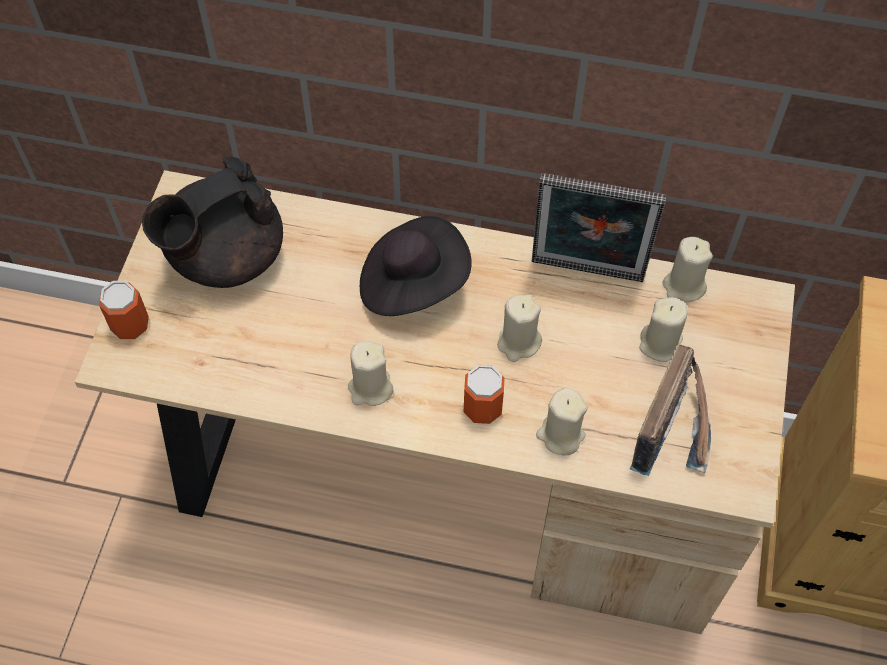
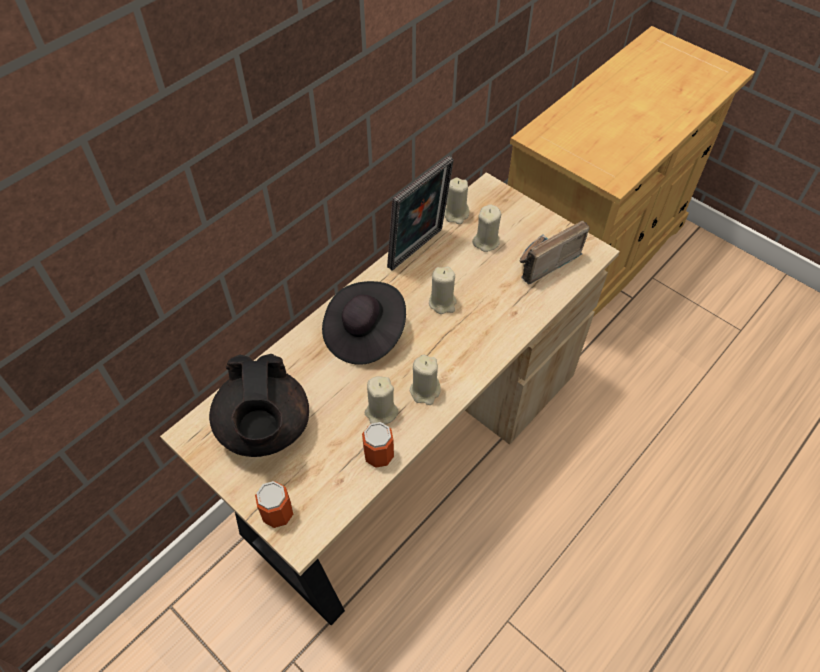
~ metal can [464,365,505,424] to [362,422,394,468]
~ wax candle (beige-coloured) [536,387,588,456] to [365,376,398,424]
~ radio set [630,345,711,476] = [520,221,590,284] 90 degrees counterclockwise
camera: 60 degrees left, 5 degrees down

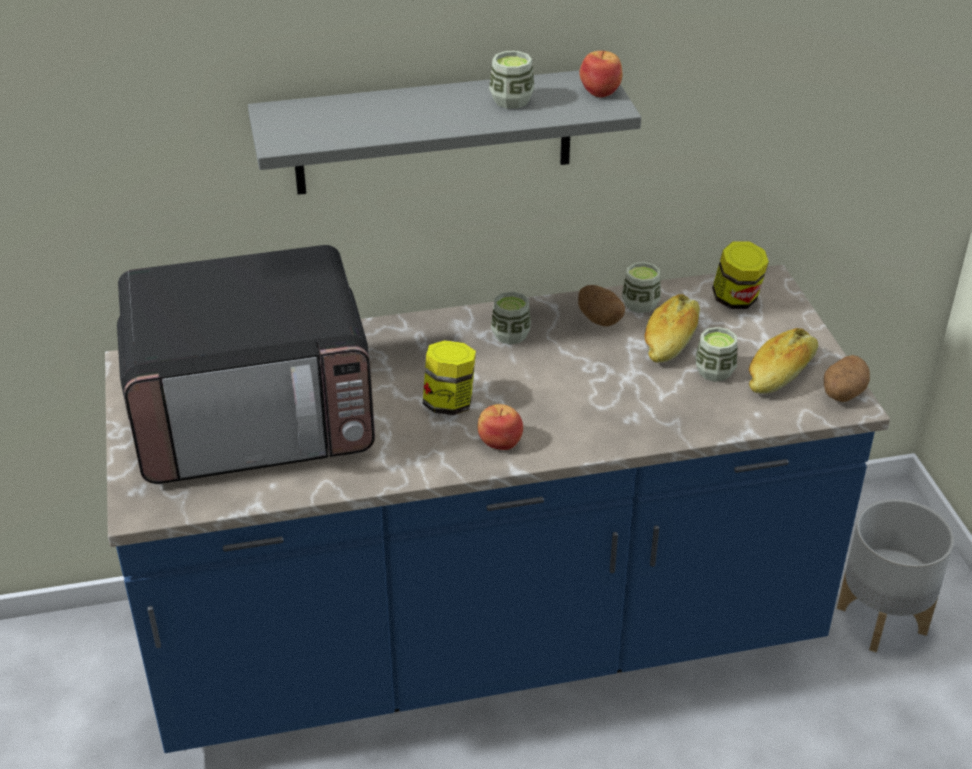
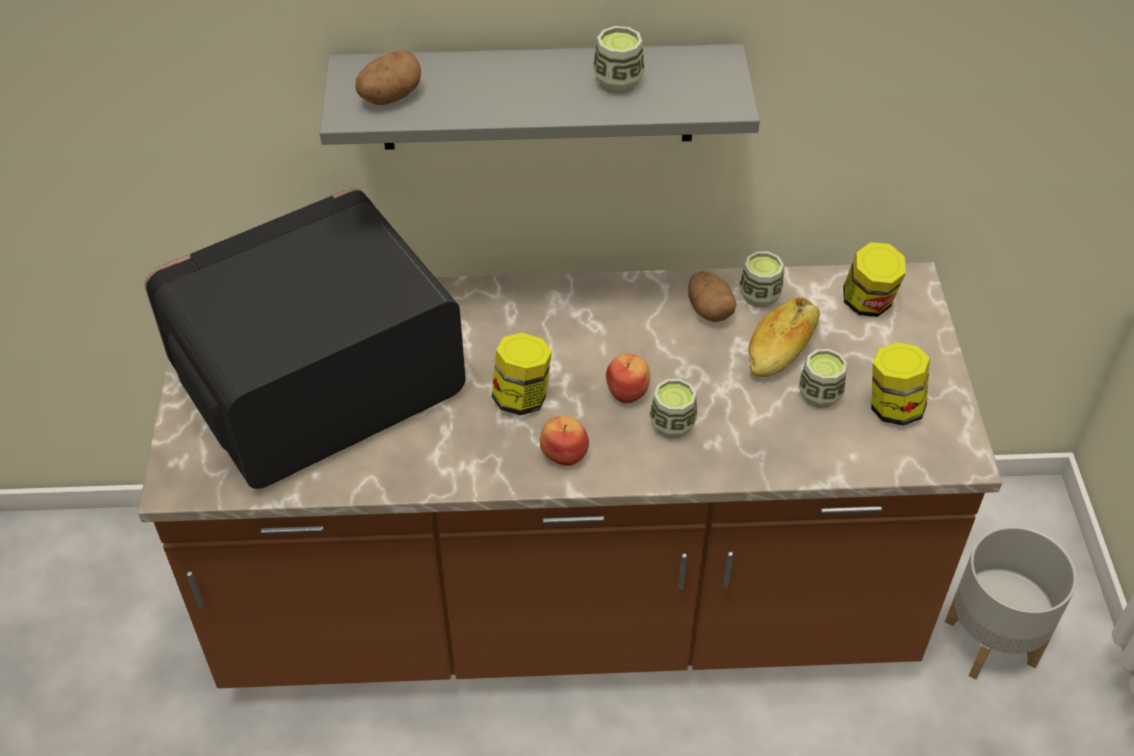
~ drinking cup [491,292,531,345] to [649,379,697,439]
~ apple fruit [579,51,622,97] to [606,354,650,403]
~ spud [824,355,870,402] to [356,50,421,105]
~ bread [749,328,818,394] to preserve jar [871,342,930,426]
~ counter (bluish) [105,265,890,753] to counter (brown) [138,262,1002,688]
~ kitchen microwave [117,245,375,484] = [145,188,465,489] 150 degrees clockwise
camera: 10 degrees right, 10 degrees up

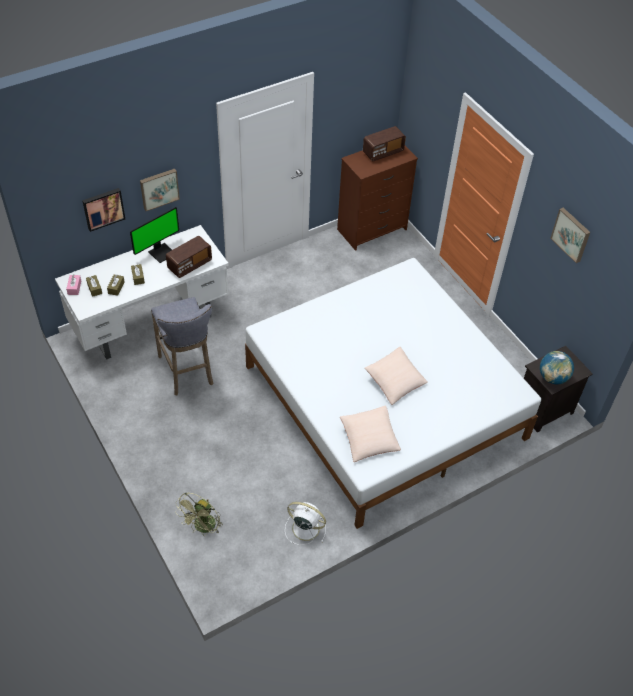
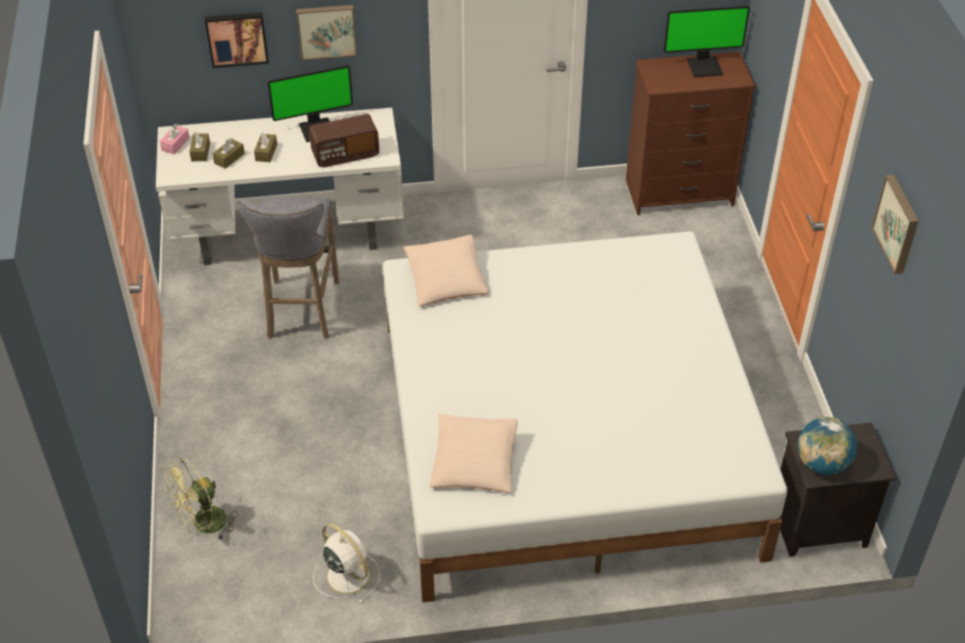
~ throw pillow (beige-coloured) [364,347,428,405] to [403,235,489,307]
~ radio set [363,126,406,161] to computer screen [664,6,750,77]
camera: 25 degrees right, 5 degrees down

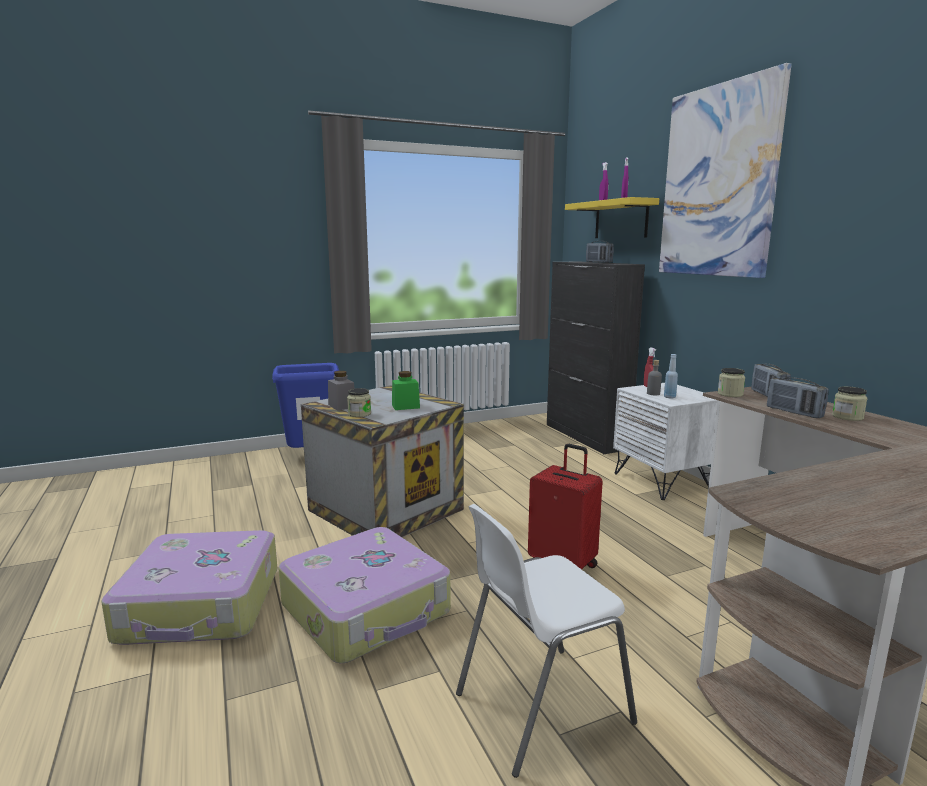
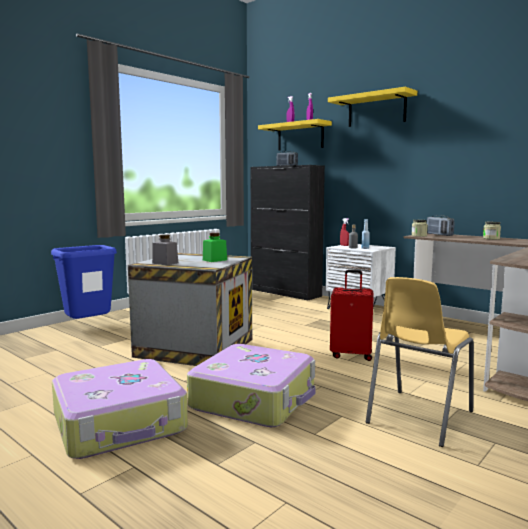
- preserve jar [347,388,371,417]
- radio set [767,377,829,418]
~ picture [659,63,792,278] to wall shelf (yellowish) [328,87,417,127]
~ plain chair (white) [456,504,637,778] to plain chair (yellowish) [366,277,474,447]
camera: 25 degrees left, 5 degrees down

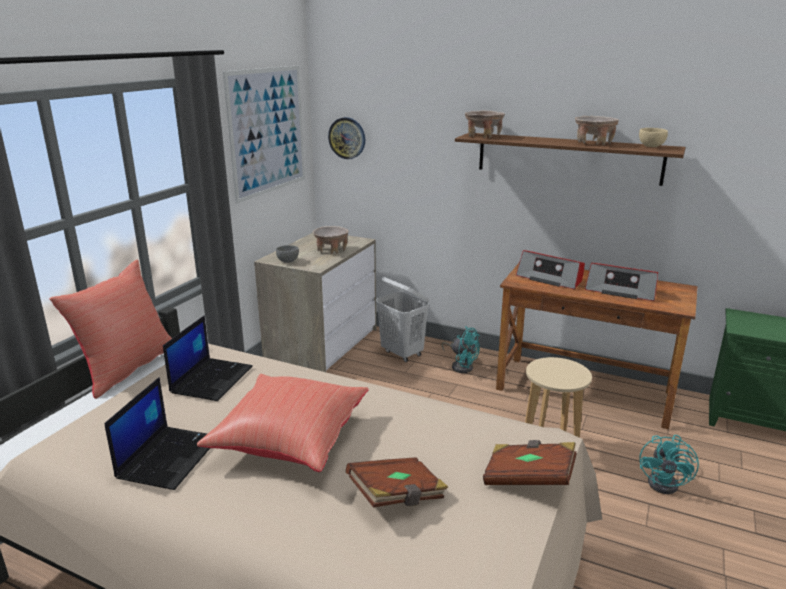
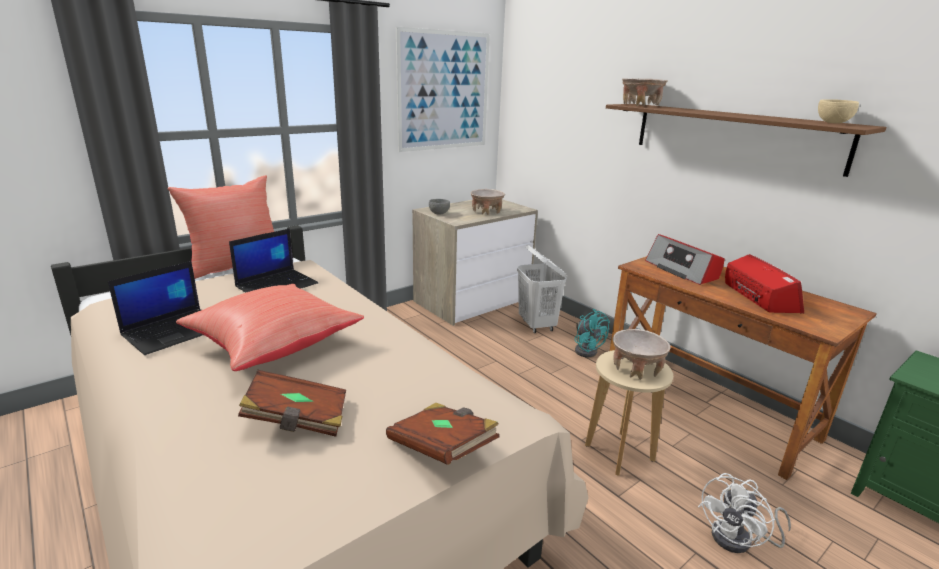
- hanging clock [328,117,365,159]
~ deep dish (beige-coloured) [575,116,619,145] to [613,329,671,380]
~ fan (turquoise-coloured) [639,435,699,494] to fan (white) [698,473,791,553]
~ radio set [585,263,658,301] = [725,254,804,313] 150 degrees counterclockwise
camera: 25 degrees right, 0 degrees up

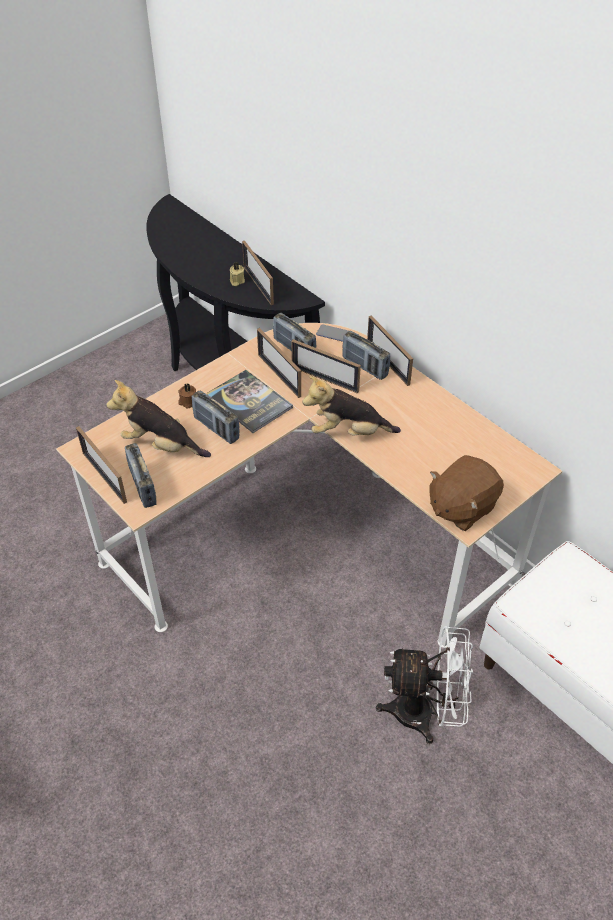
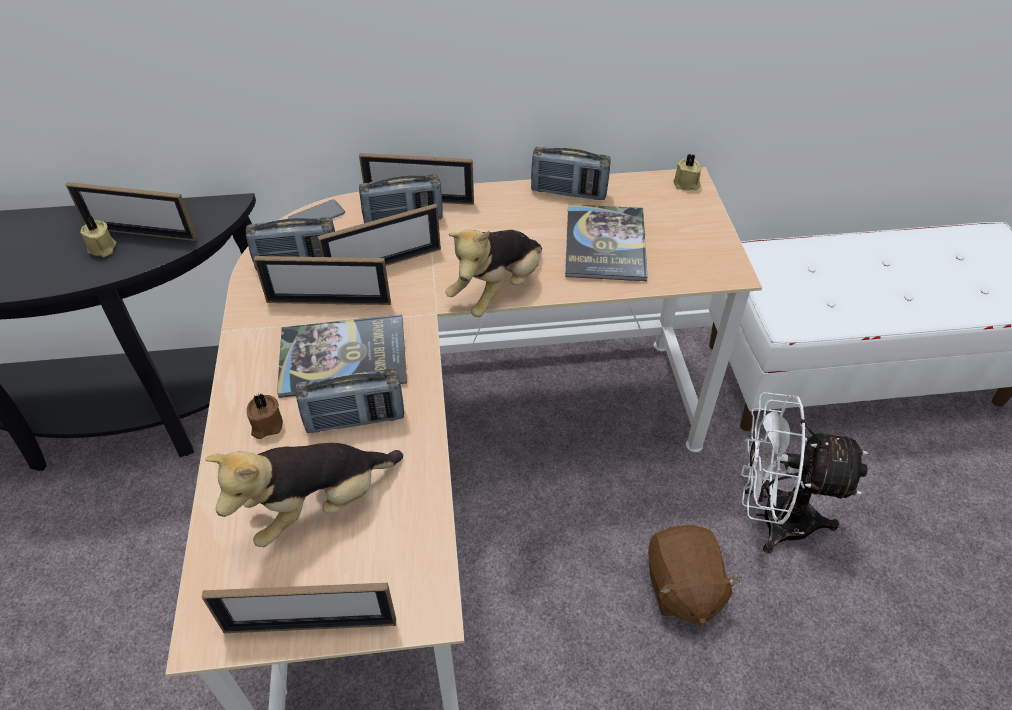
+ book [565,204,648,281]
+ wax candle (beige-coloured) [673,154,701,191]
~ radio set [125,443,157,508] to [531,147,611,200]
~ plush toy (brown) [429,455,504,531] to [648,525,740,626]
~ fan (white) [376,626,473,744] = [741,392,868,554] 120 degrees counterclockwise
camera: 55 degrees left, 0 degrees up

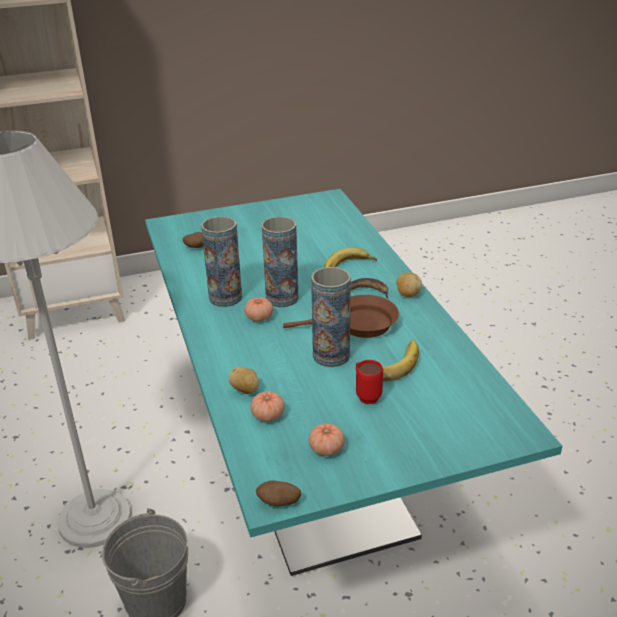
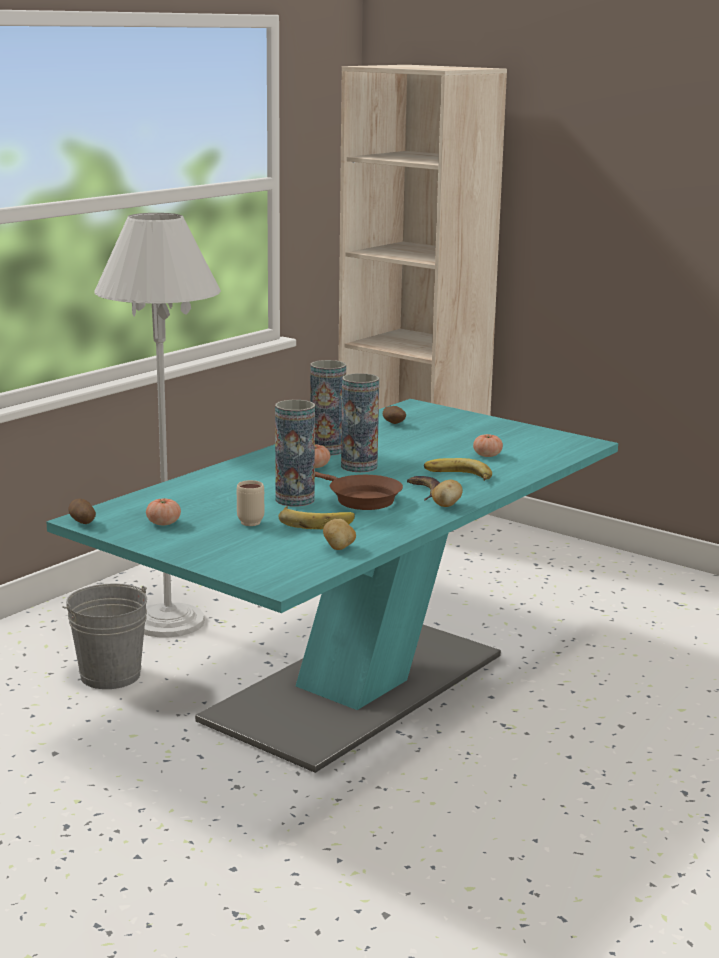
~ spud [229,367,259,394] to [323,519,356,550]
~ fresh tomato [250,391,285,422] to [473,434,503,457]
~ coffee mug (red) [356,360,383,404] to coffee mug (beige-coloured) [237,480,264,526]
camera: 55 degrees right, 15 degrees down

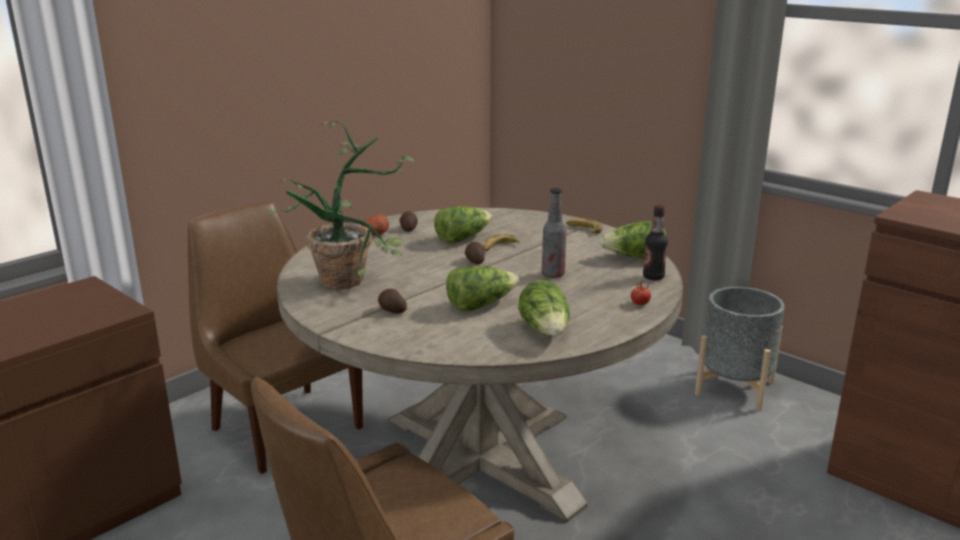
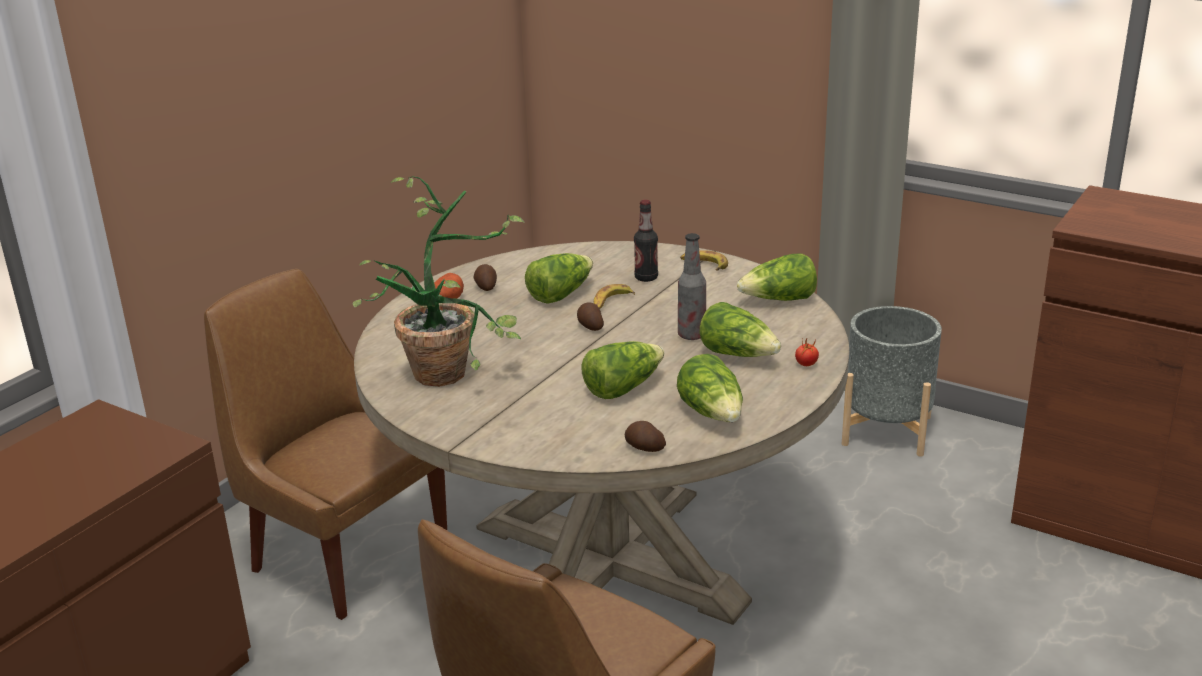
+ head of lettuce [700,302,781,357]
~ spud [378,289,407,314] to [625,421,666,452]
~ beverage bottle [643,205,668,280] to [634,200,658,282]
camera: 10 degrees left, 5 degrees up

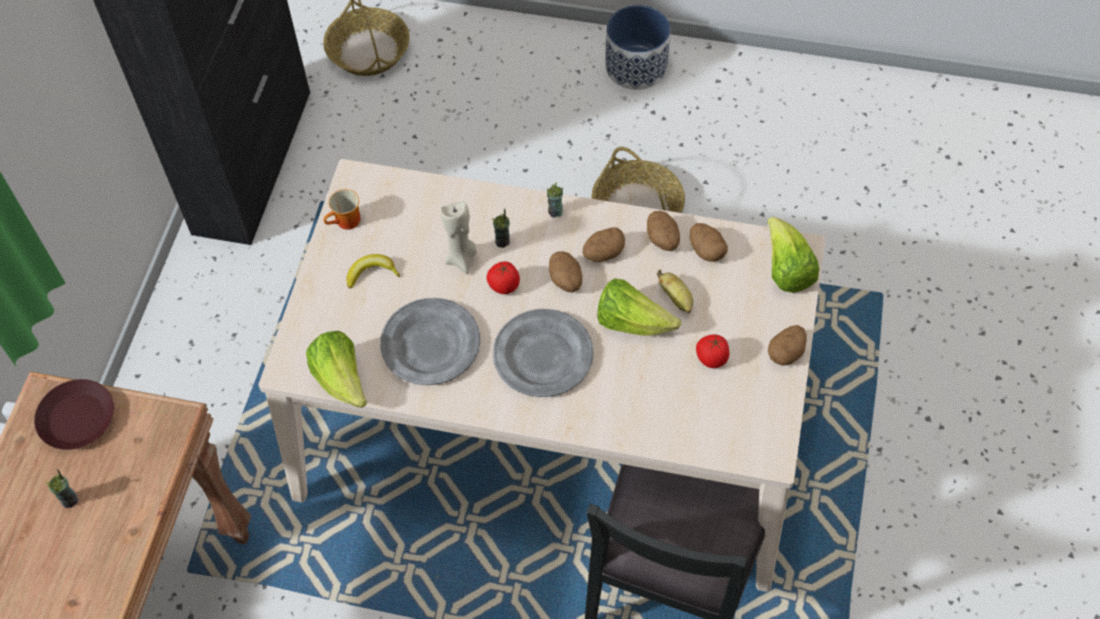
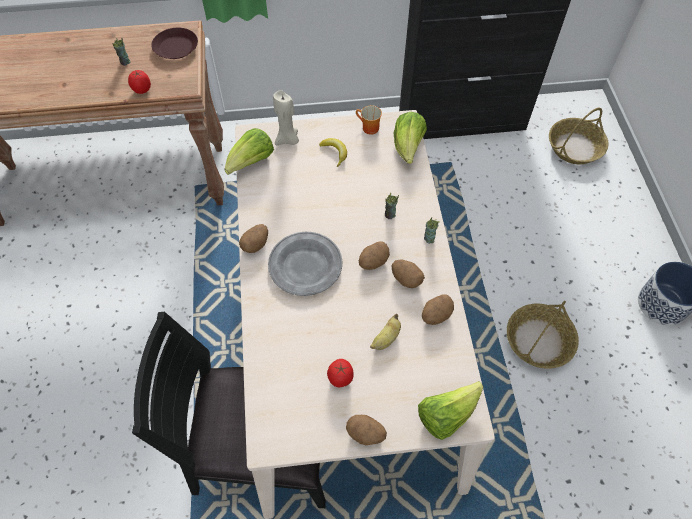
- dinner plate (gray) [380,298,480,385]
~ wax candle (beige-coloured) [440,201,477,274] to [273,90,299,145]
~ fresh tomato [486,262,520,294] to [128,70,151,94]
~ head of lettuce [597,278,681,336] to [393,112,427,164]
~ spud [690,223,728,262] to [239,224,268,253]
camera: 70 degrees right, 0 degrees up

